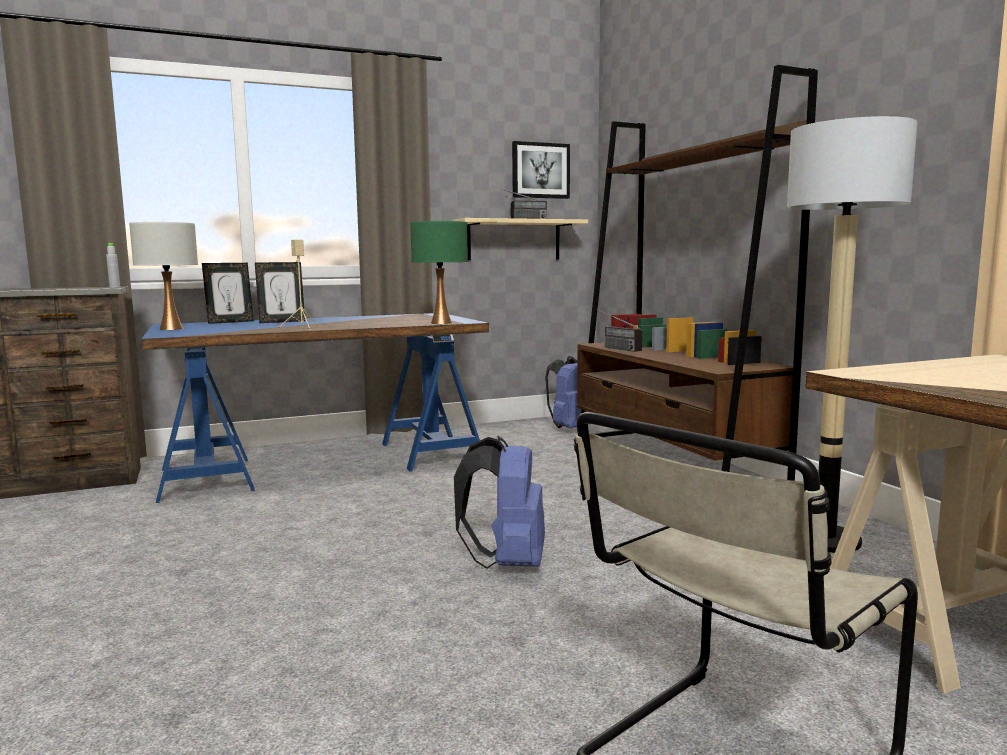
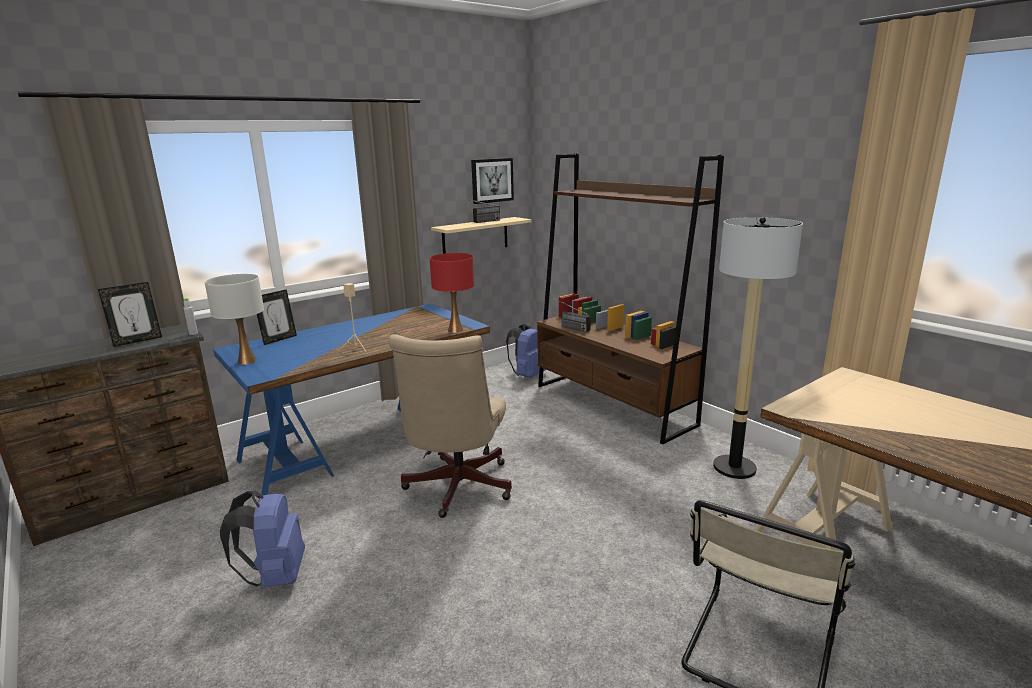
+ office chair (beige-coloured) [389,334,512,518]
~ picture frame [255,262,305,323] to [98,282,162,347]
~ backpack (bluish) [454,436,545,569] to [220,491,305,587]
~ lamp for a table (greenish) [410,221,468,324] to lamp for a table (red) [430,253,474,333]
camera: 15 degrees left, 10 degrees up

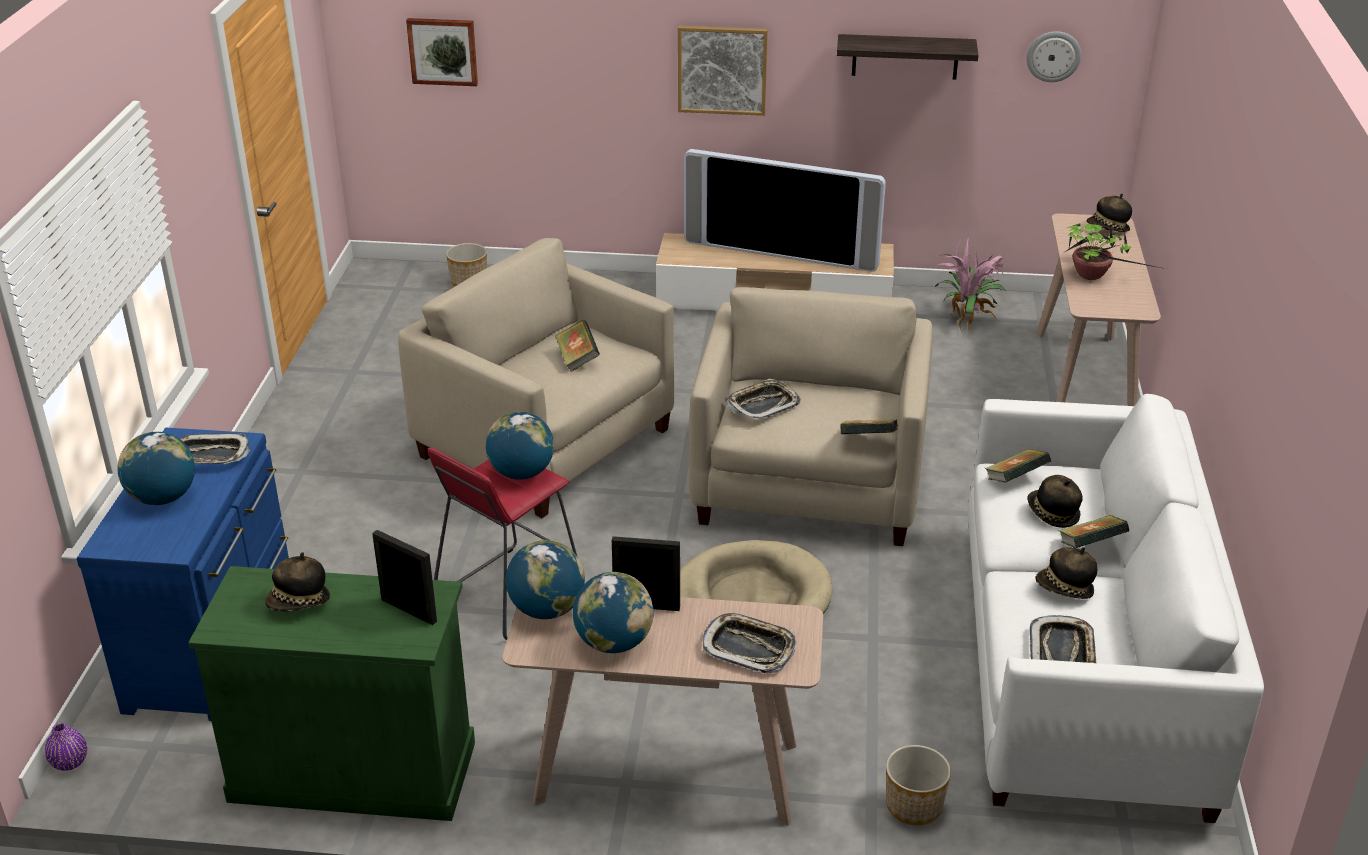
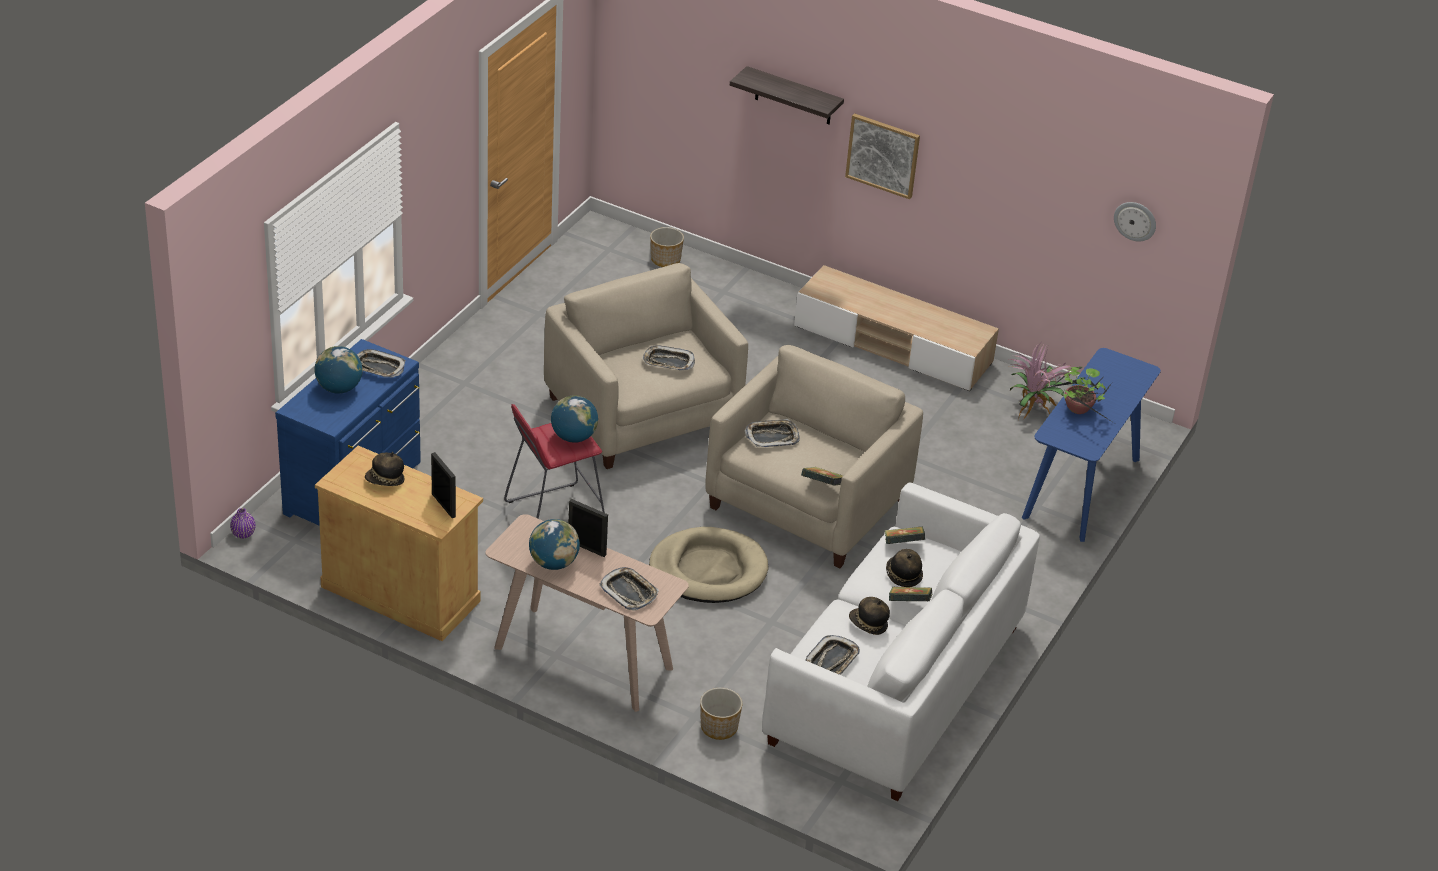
- picture [406,18,478,86]
- globe [506,540,585,619]
- television [684,149,886,272]
- hat [1087,193,1132,232]
~ wall shelf [837,34,978,80] to [730,66,844,125]
~ book [555,320,600,372] to serving tray [643,345,695,370]
~ cabinet (greenish) [188,566,475,821] to cabinet (beige-coloured) [315,446,483,641]
~ console table (beige-coloured) [1036,213,1161,406] to console table (bluish) [1022,348,1161,542]
camera: 20 degrees right, 5 degrees up

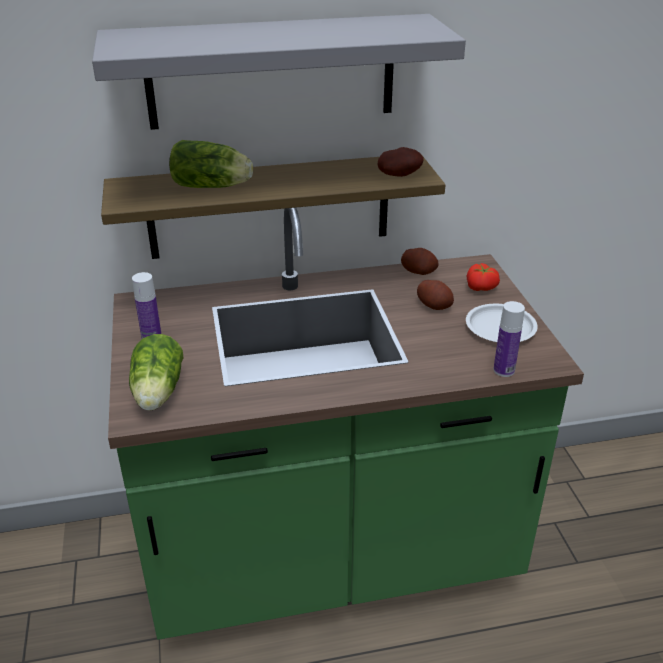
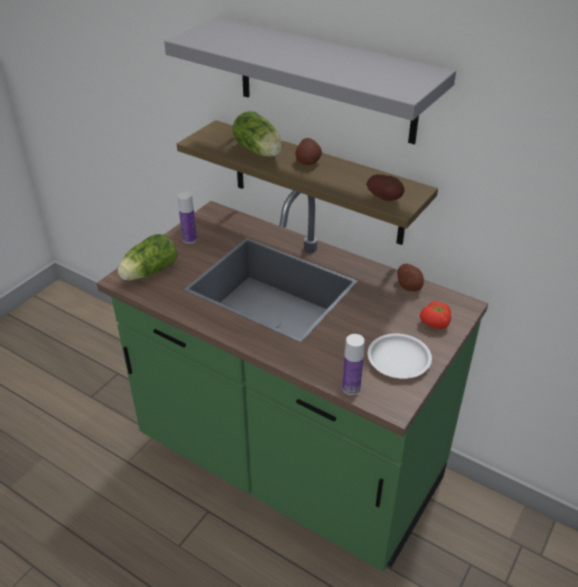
~ spud [417,280,454,310] to [295,138,322,165]
camera: 45 degrees right, 5 degrees up

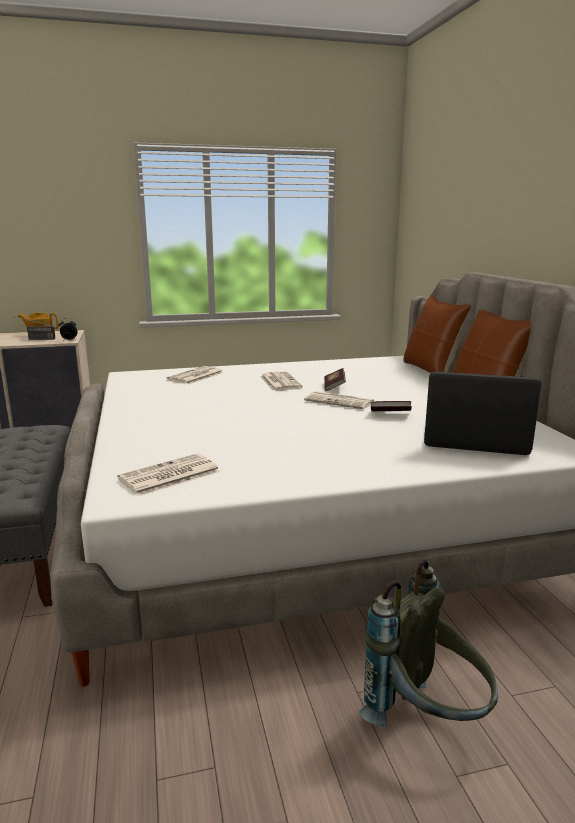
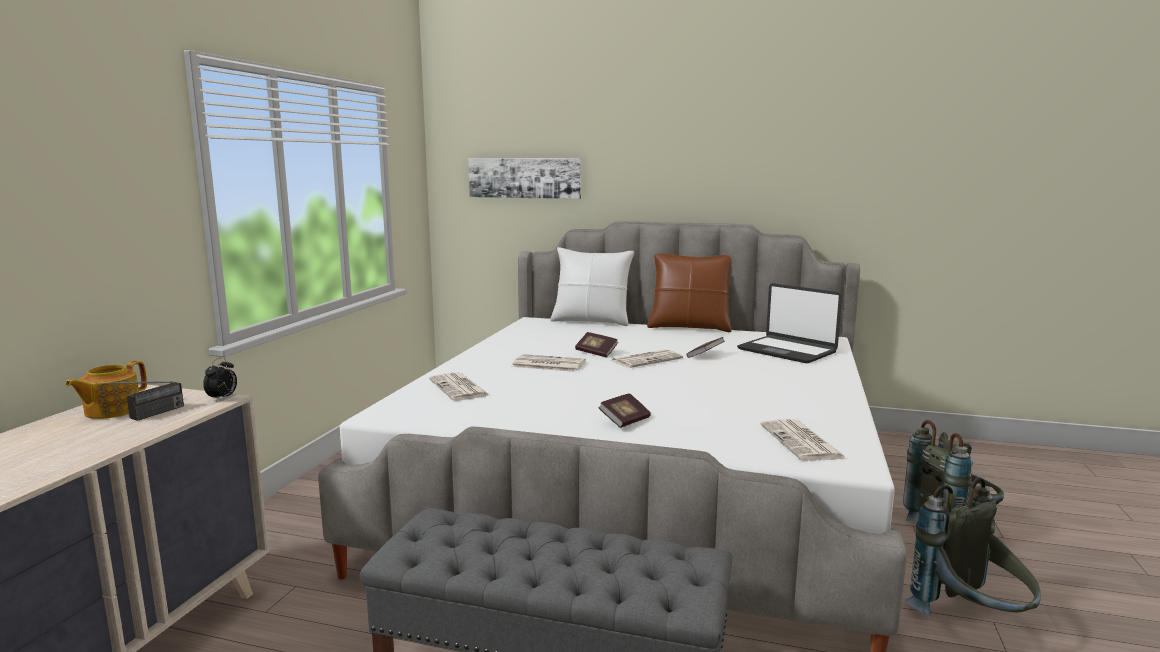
+ picture [468,158,581,199]
+ book [598,393,651,428]
+ backpack (gray) [905,477,1041,616]
~ throw pillow (brown) [403,294,471,373] to throw pillow (white) [550,247,634,326]
~ portable computer [424,371,542,455] = [737,283,842,364] 90 degrees counterclockwise
camera: 60 degrees left, 5 degrees down

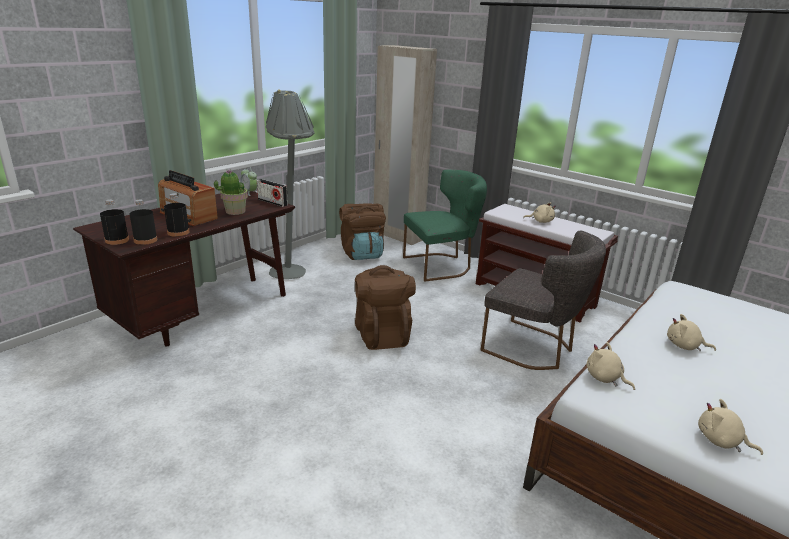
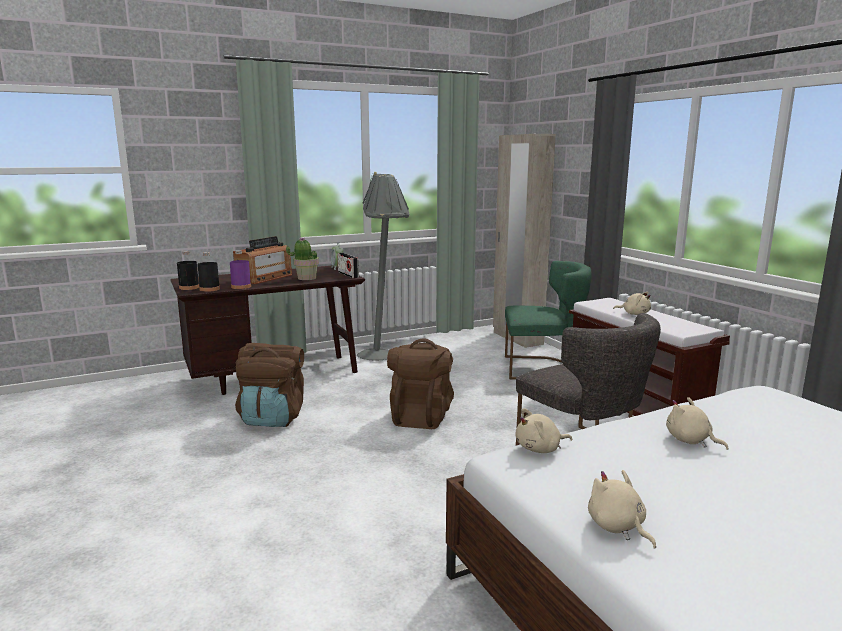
~ backpack (brown) [339,203,386,260] to [235,343,304,427]
~ beverage bottle (blackish) [164,193,190,237] to beverage bottle (purplish) [230,250,251,289]
~ radio set [158,170,218,226] = [233,236,292,284] 120 degrees counterclockwise
~ plush toy (beige-coloured) [587,342,635,390] = [516,408,572,453] 90 degrees counterclockwise
camera: 25 degrees right, 10 degrees down

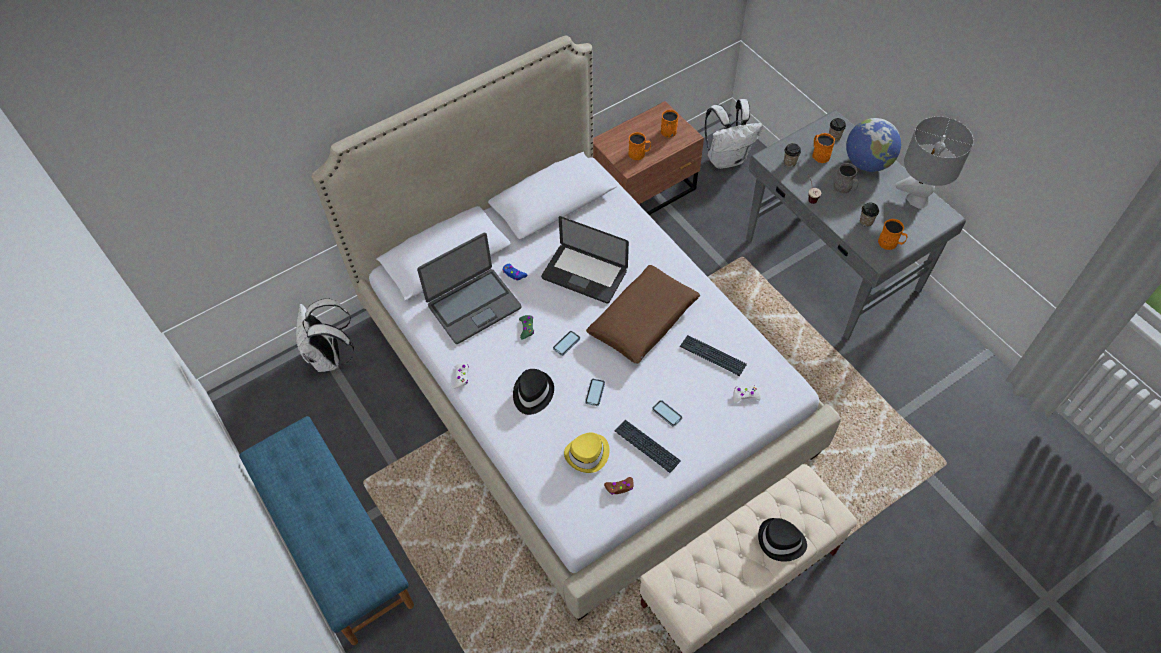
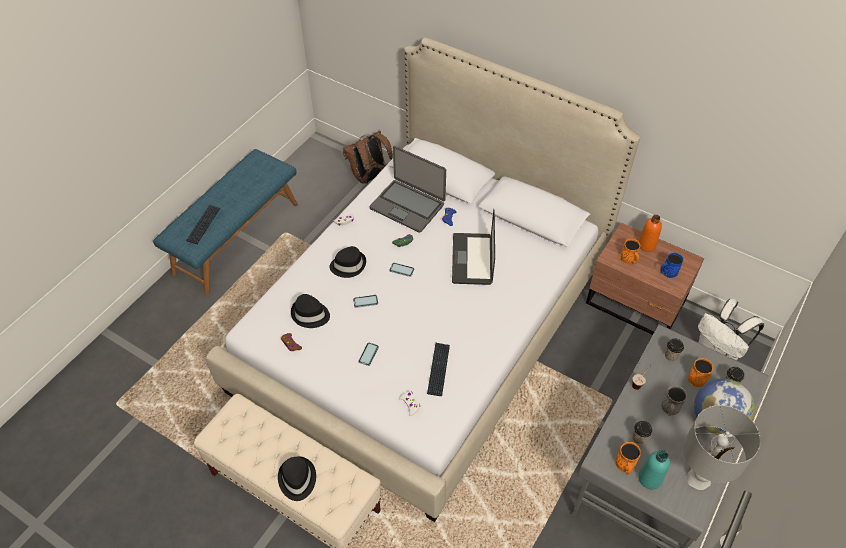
- throw pillow (brown) [586,265,700,363]
+ beverage bottle (orange-coloured) [638,214,662,252]
+ beverage bottle (turquoise-coloured) [638,450,670,489]
~ computer keyboard [615,420,681,473] to [186,205,220,244]
~ backpack (white) [296,298,354,372] to backpack (brown) [343,131,393,184]
~ hat (yellowish) [564,432,610,473] to hat (blackish) [291,294,330,328]
~ coffee mug (orange-coloured) [661,110,678,138] to coffee mug (bluish) [660,252,684,278]
camera: 65 degrees right, 5 degrees down

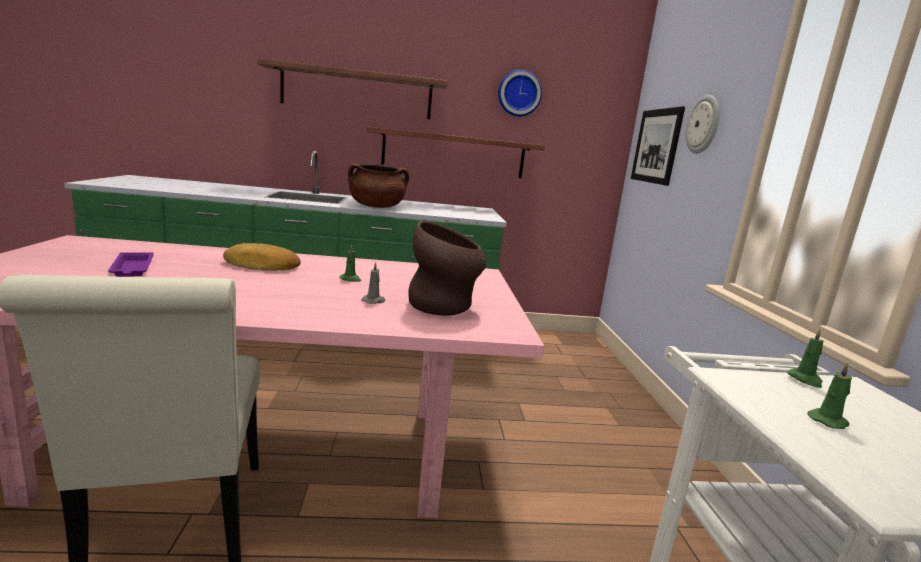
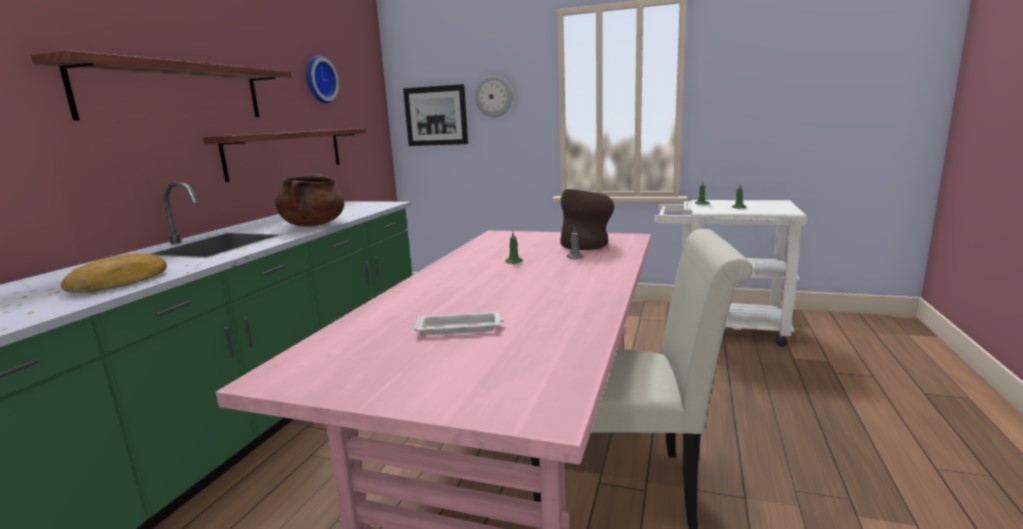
~ bread [223,243,301,271] to [61,253,167,293]
~ serving tray (purplish) [108,252,154,277] to serving tray (white) [414,312,504,335]
camera: 65 degrees left, 0 degrees up

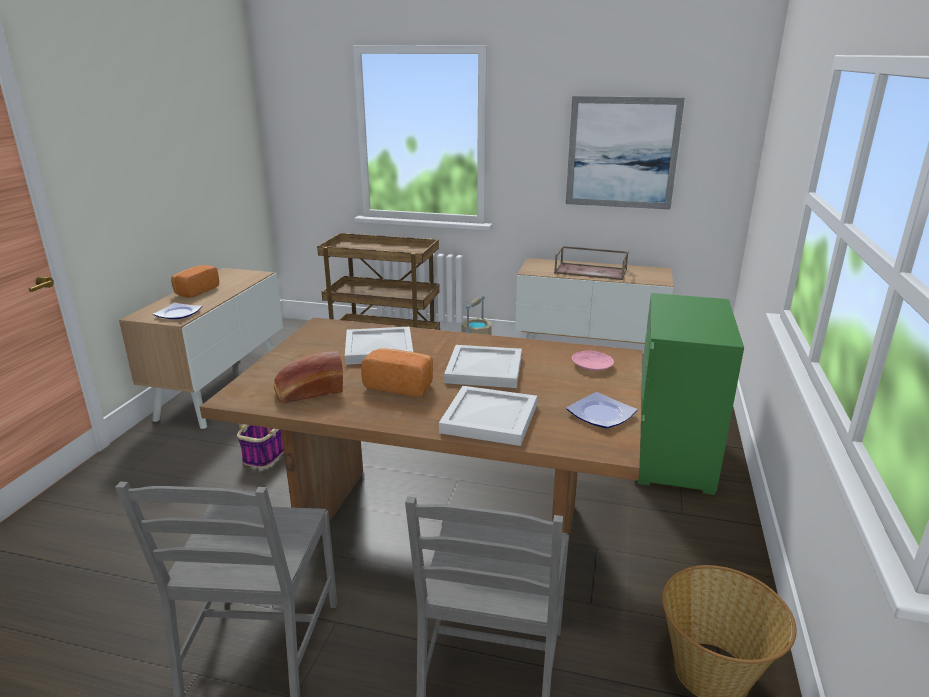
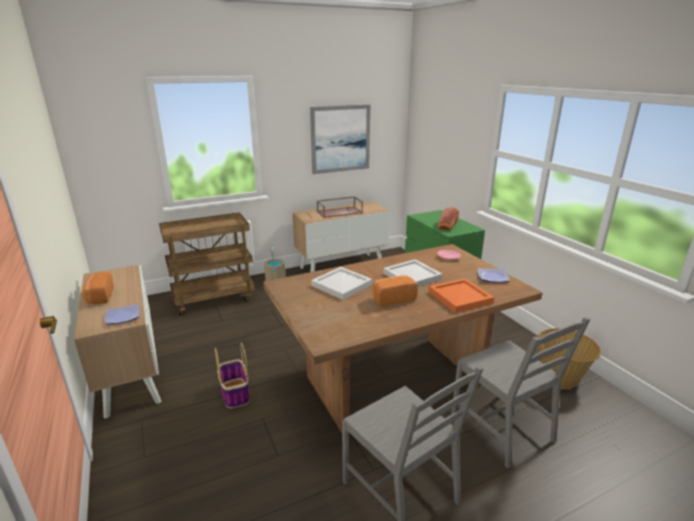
~ bread [274,351,343,403] to [438,207,459,231]
~ serving tray (white) [439,386,537,446] to serving tray (orange-coloured) [428,278,494,313]
camera: 40 degrees left, 0 degrees up

